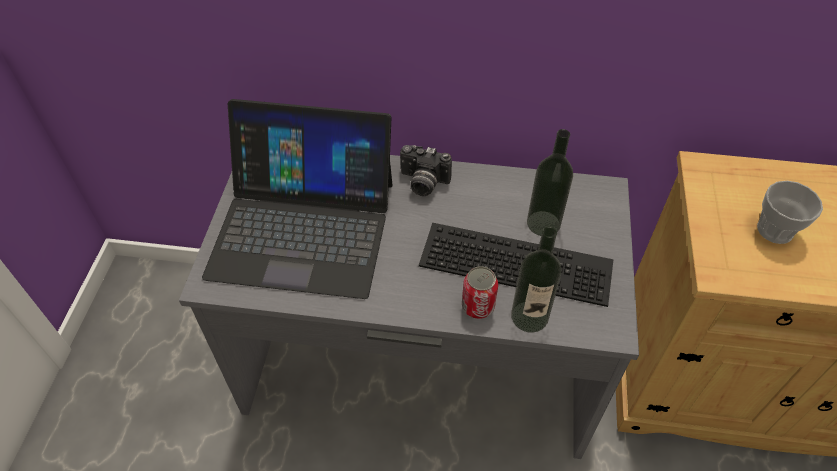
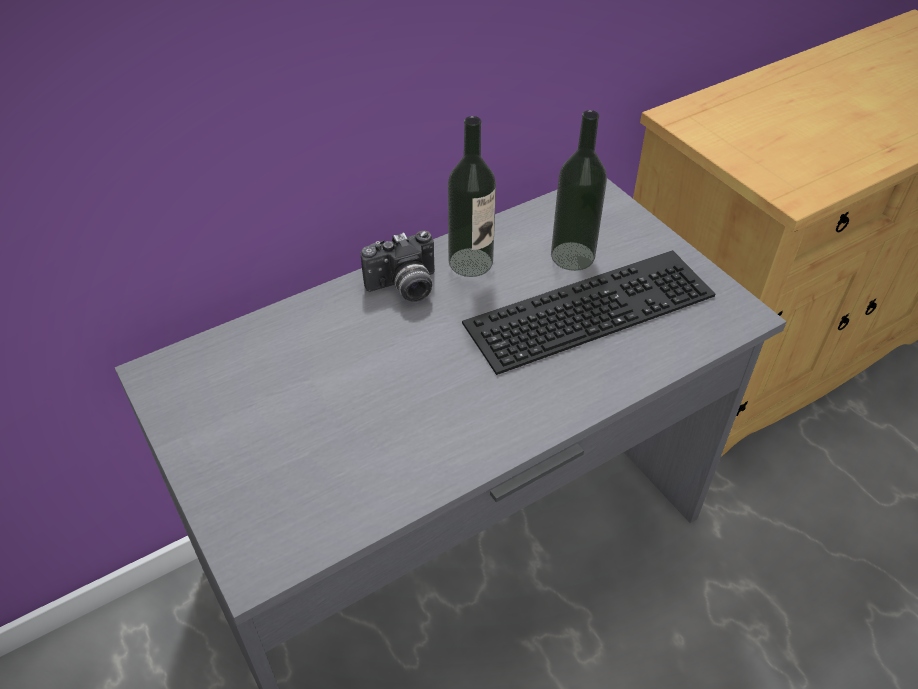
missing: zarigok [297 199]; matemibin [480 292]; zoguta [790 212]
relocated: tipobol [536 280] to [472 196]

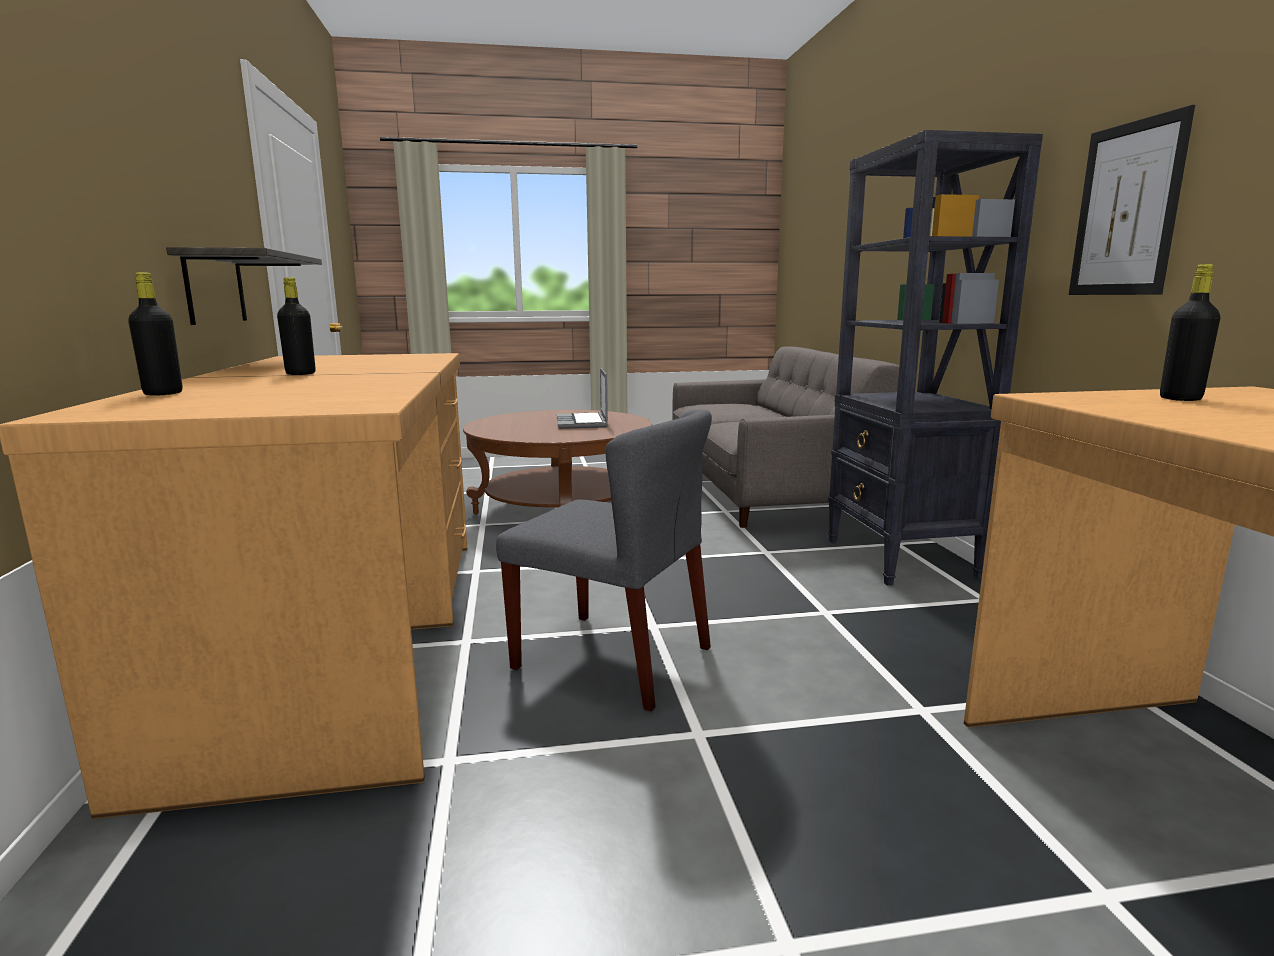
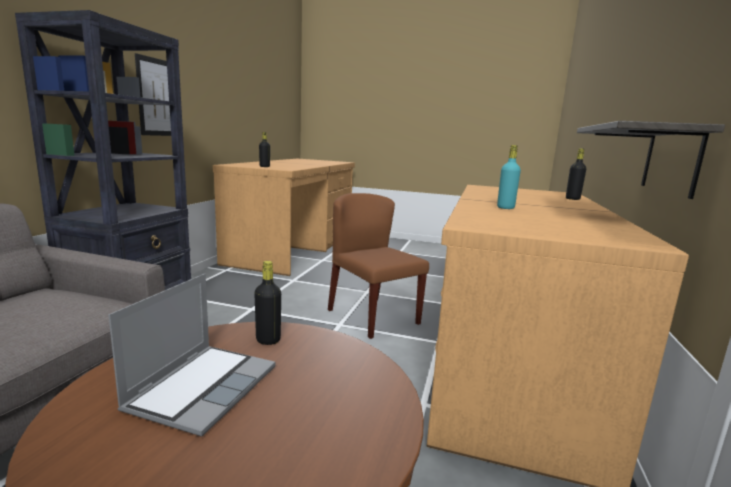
appeared: turquoise_tipobol [509 177]
relocated: black_tipobol [296 326] to [267 303]
colour: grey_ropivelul [604 560] to brown_ropivelul [378 266]

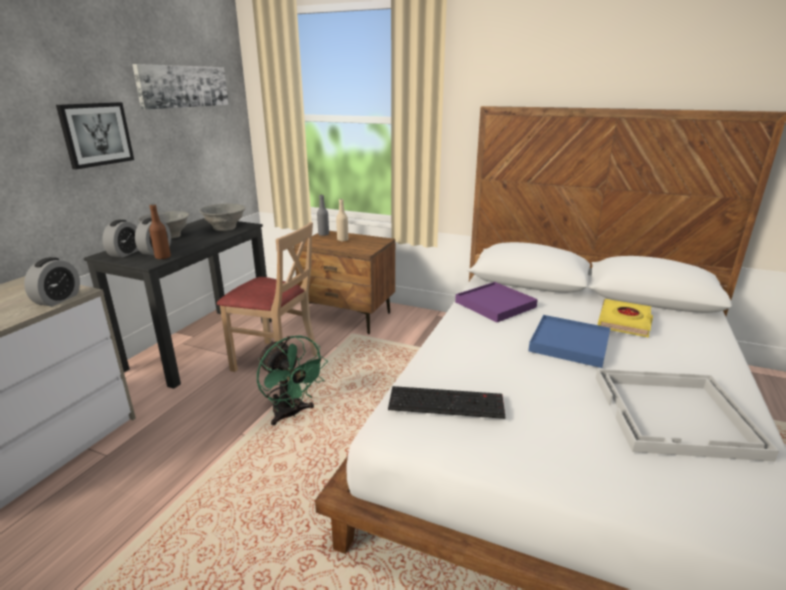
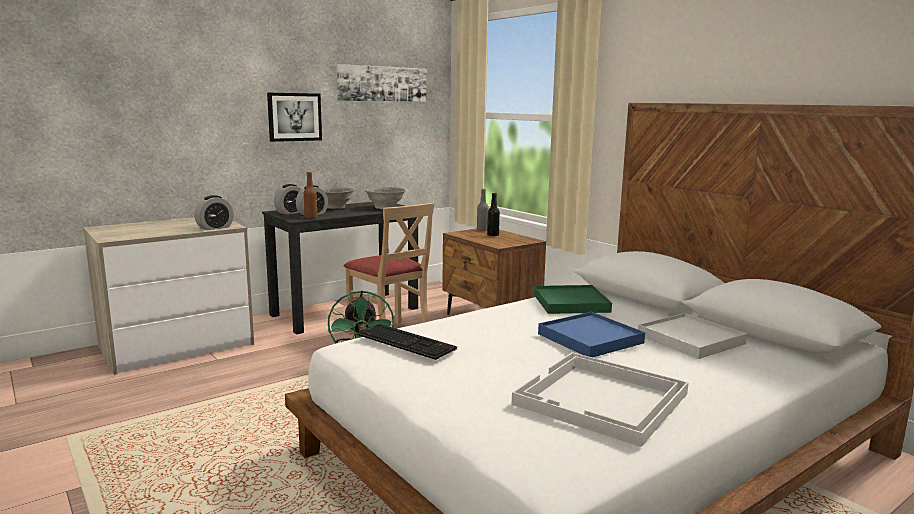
exchanged: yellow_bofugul [625 318] to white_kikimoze [692 336]
colour: beige_tipobol [342 220] to black_tipobol [493 214]; purple_kikimoze [496 302] to green_kikimoze [573 299]

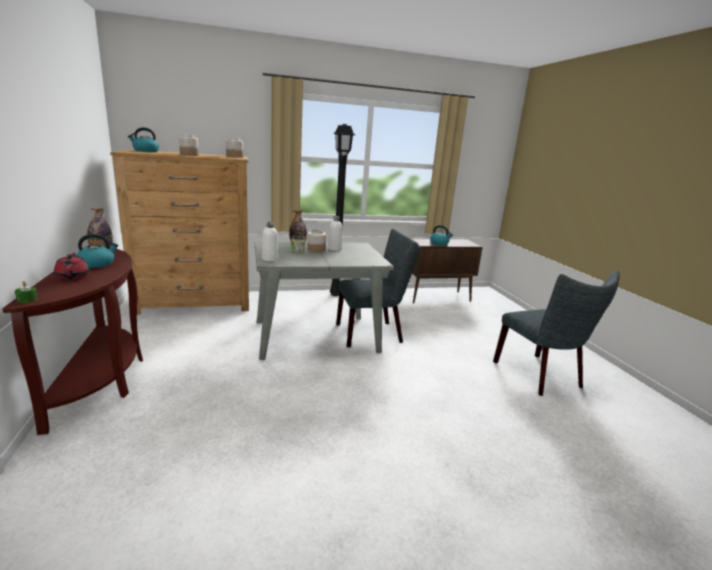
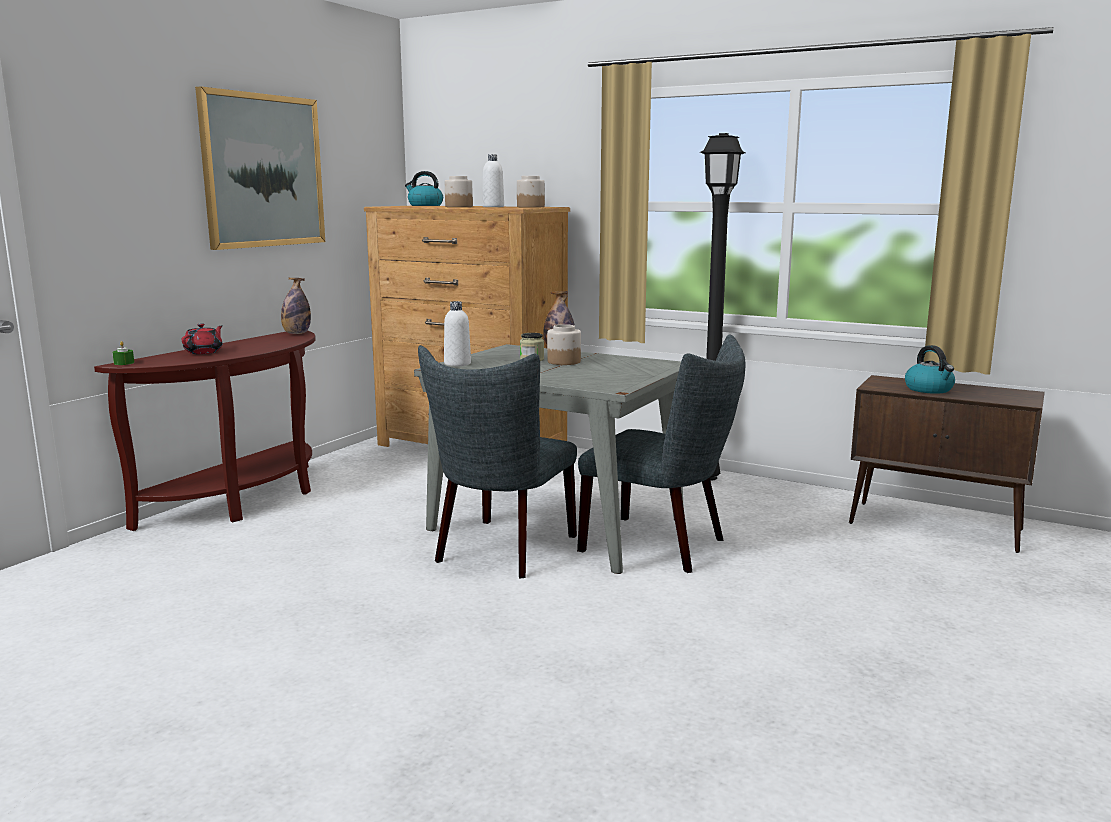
missing: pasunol [97 251]
appeared: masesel [260 168]
relocated: white_tipobol [335 233] to [493 180]; grey_ropivelul [556 333] to [497 461]

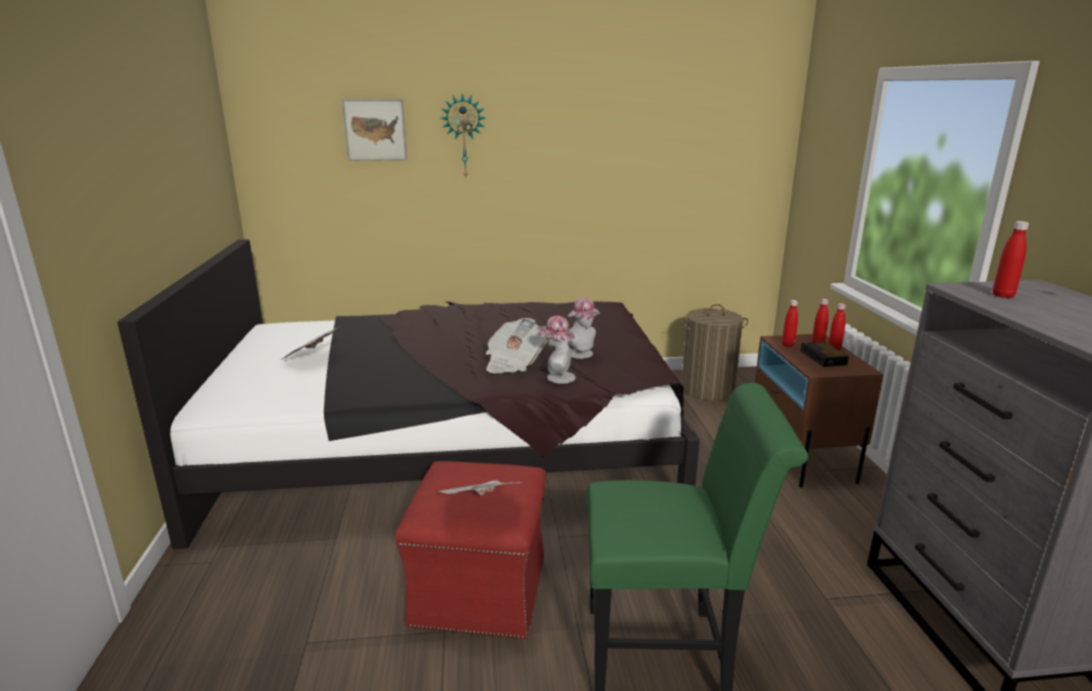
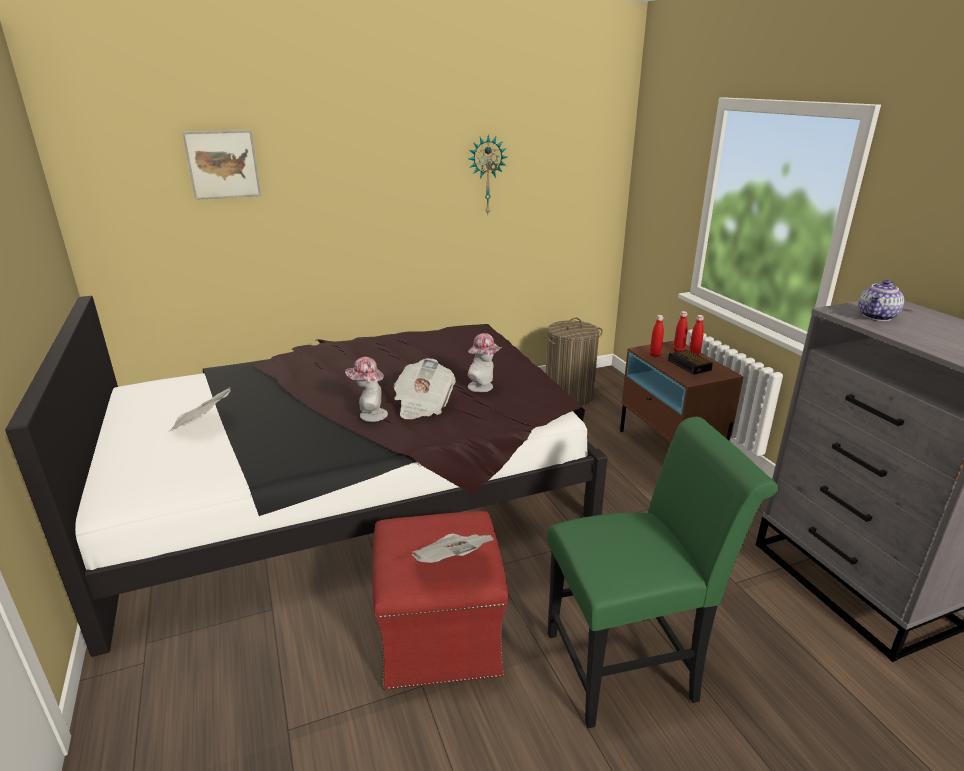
relocated: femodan [463 135] to [487 174]; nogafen [556 350] to [366 389]
exchanged: red_tipobol [1011 259] to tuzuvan [881 300]

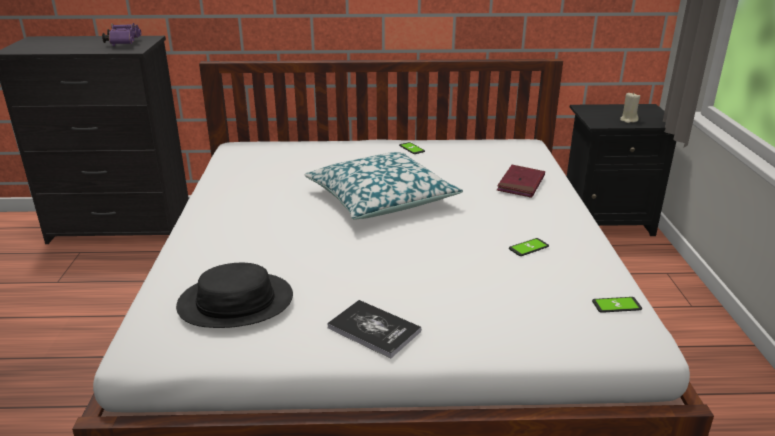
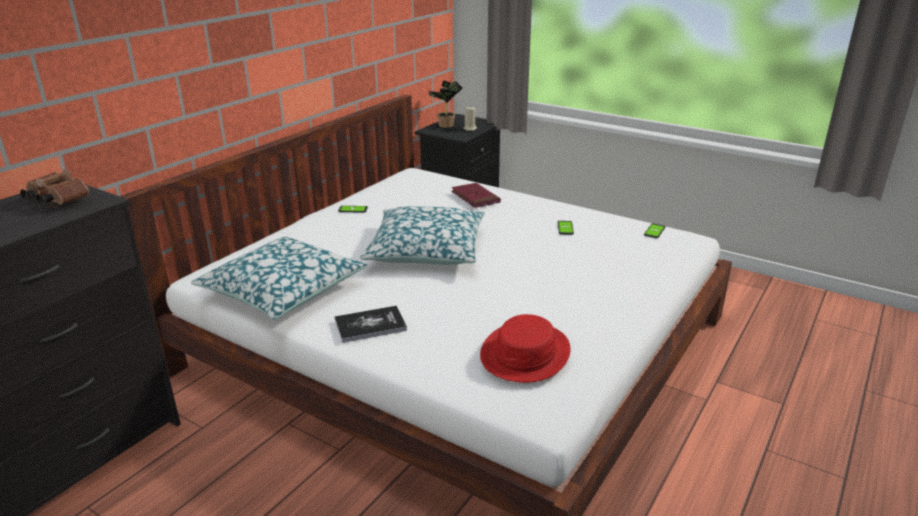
appeared: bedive [279 278]; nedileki [445 104]
relocated: bofugul [374 329] to [371 324]
colour: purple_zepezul [121 34] to brown_zepezul [55 188]; black_nogafen [234 295] to red_nogafen [525 348]

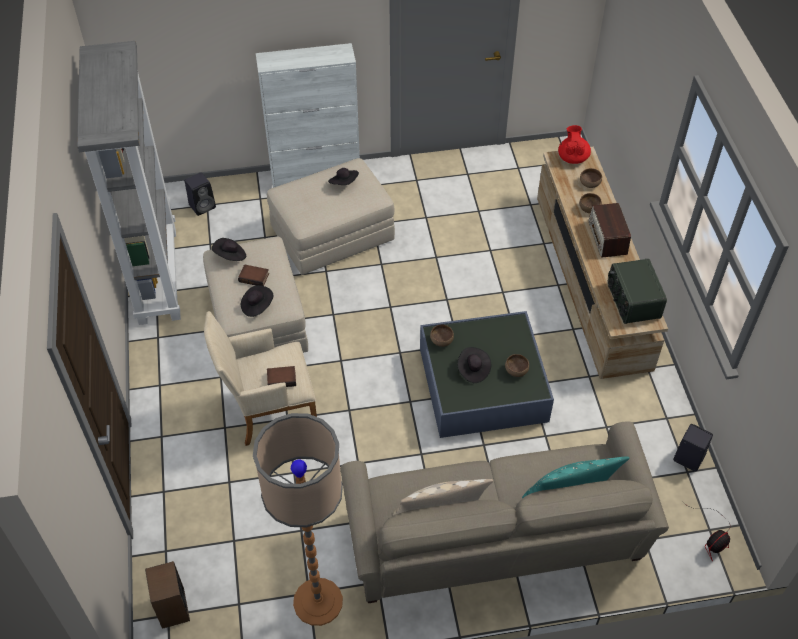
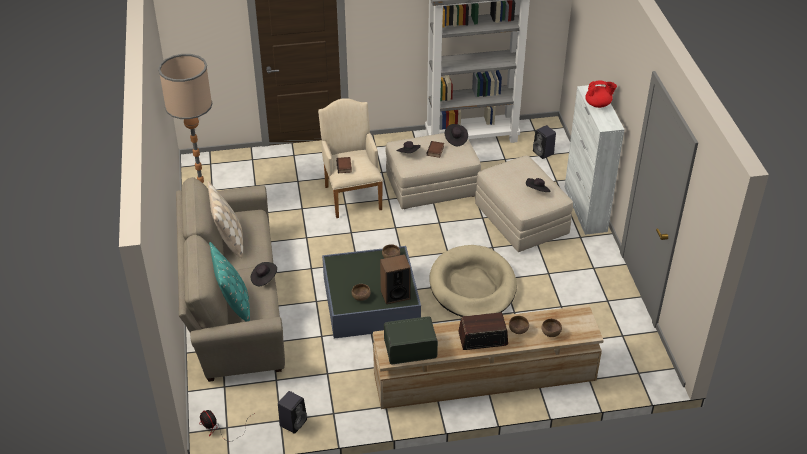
appeared: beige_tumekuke [473 281]
relocated: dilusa [167 595] to [395 279]; black_nogafen [474 365] to [264 274]; red_tuzuvan [574 144] to [601 94]

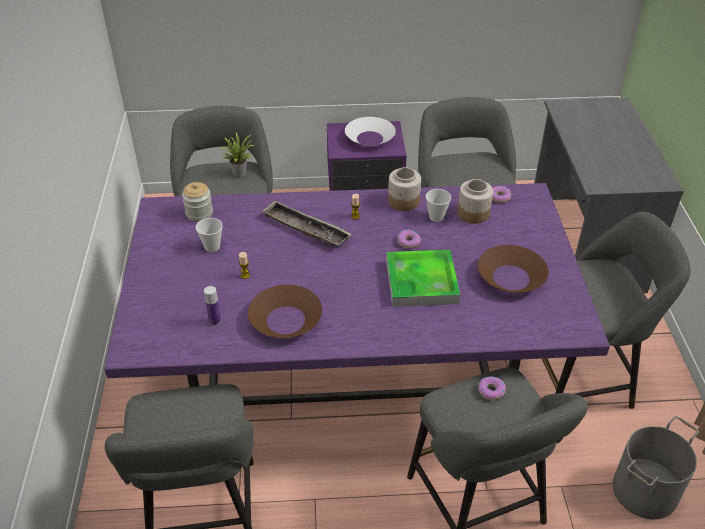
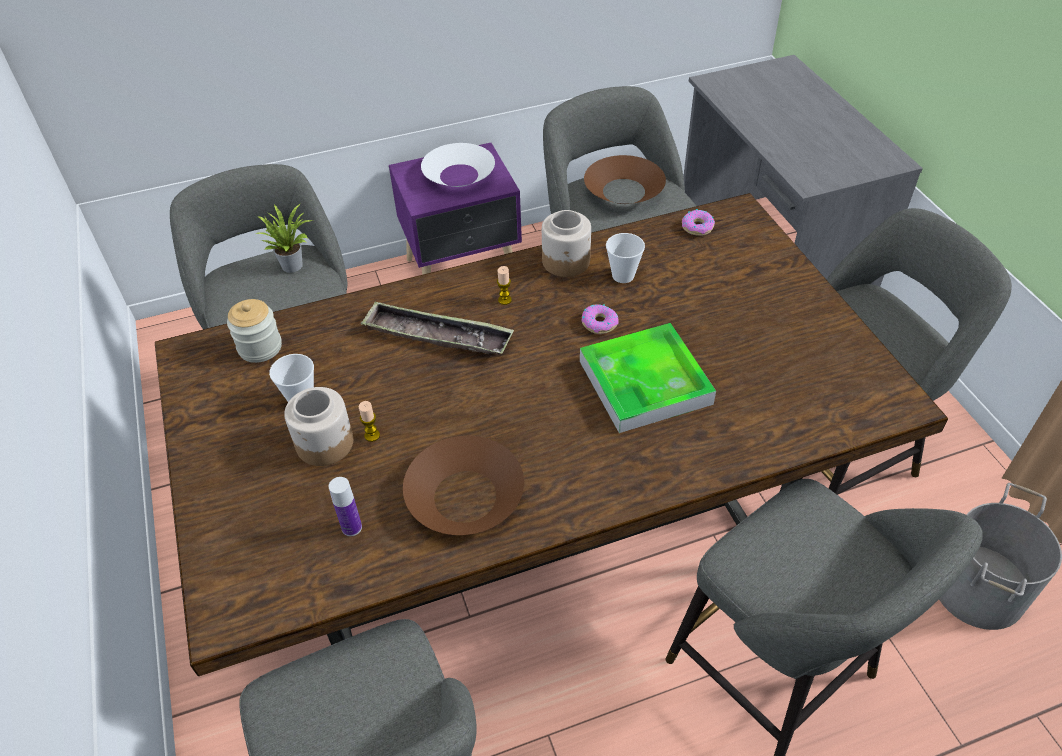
missing: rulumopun [492 388]
relocated: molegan [475 201] to [318 426]; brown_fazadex [513 269] to [625 179]
colour: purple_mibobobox [357 294] to brown_mibobobox [551 434]

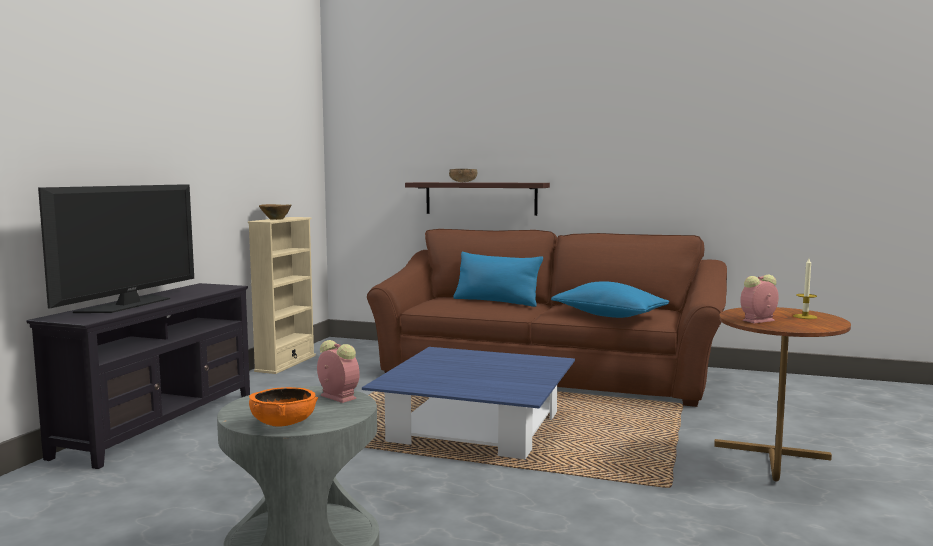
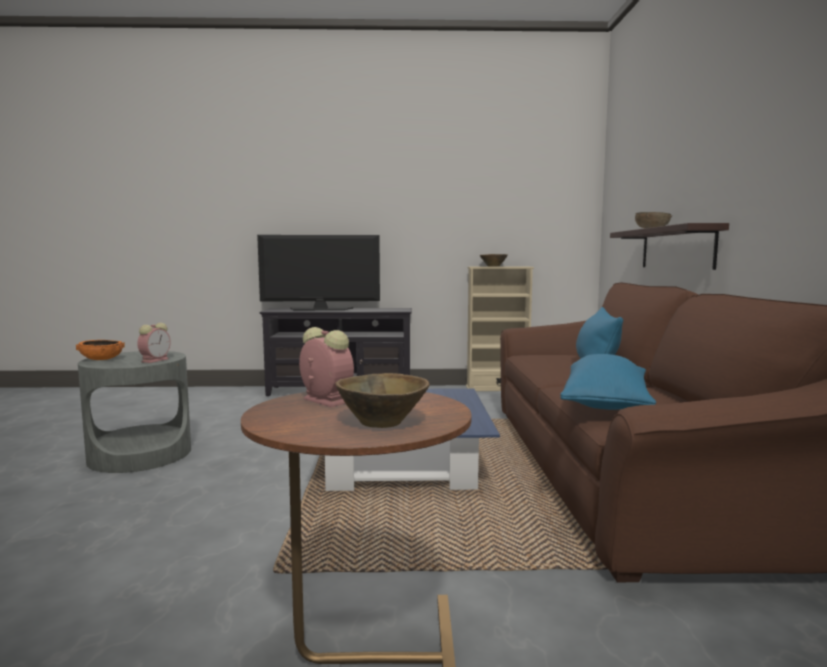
exchanged: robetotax [805 288] to brown_fazadex [382 400]

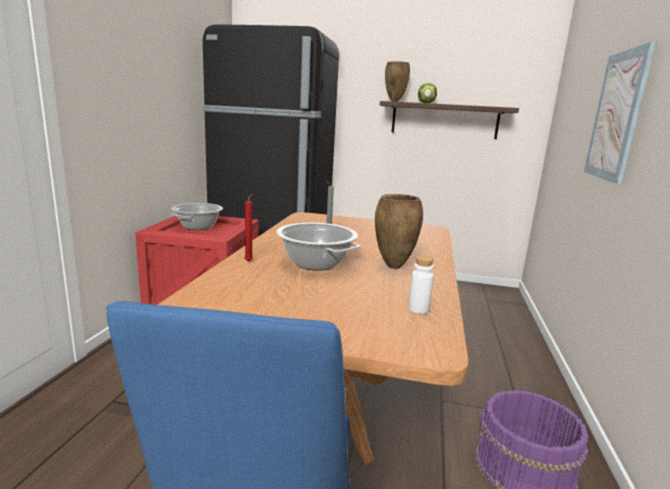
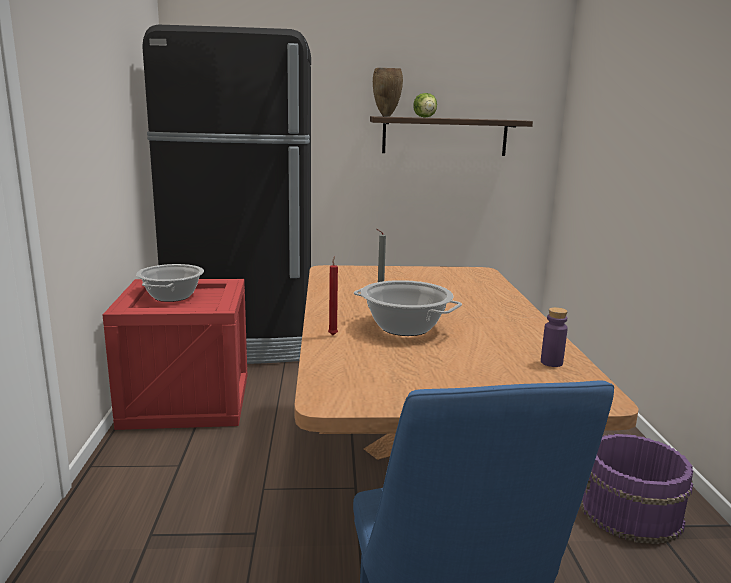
missing: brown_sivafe [399 231]; masesel [620 113]
colour: white_tipobol [421 285] to purple_tipobol [554 337]

